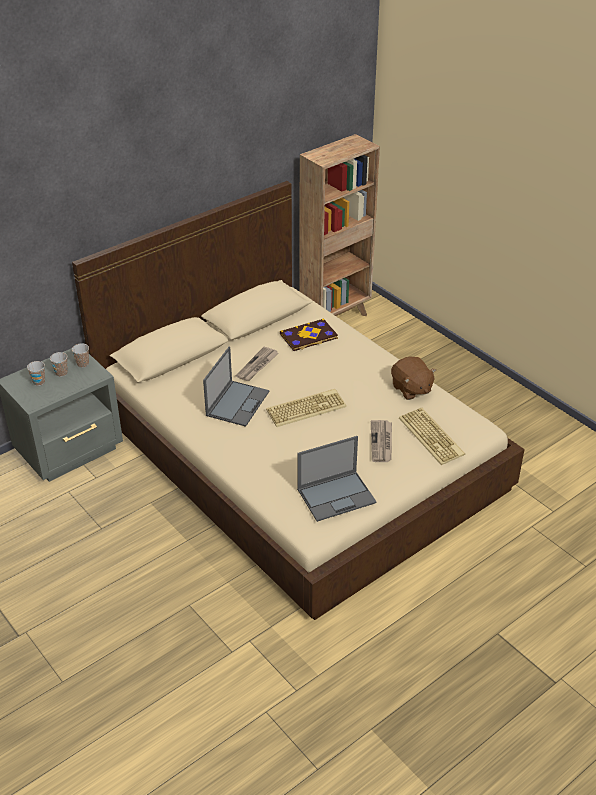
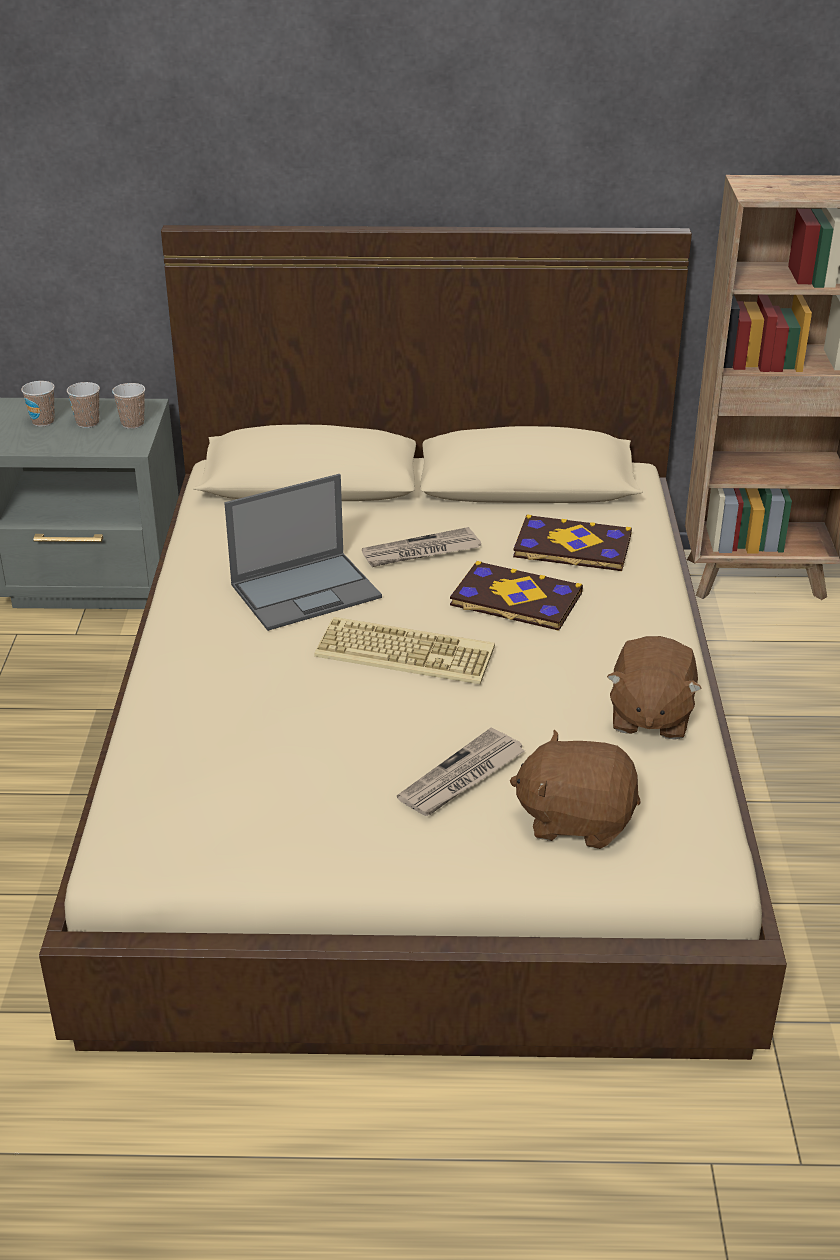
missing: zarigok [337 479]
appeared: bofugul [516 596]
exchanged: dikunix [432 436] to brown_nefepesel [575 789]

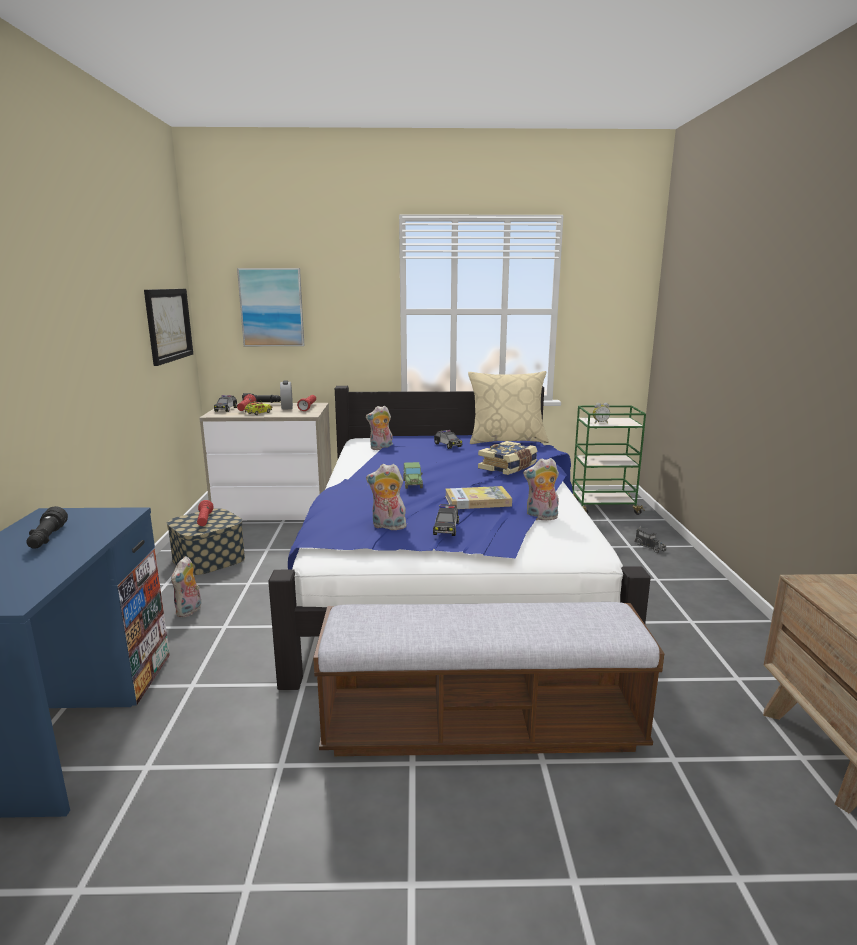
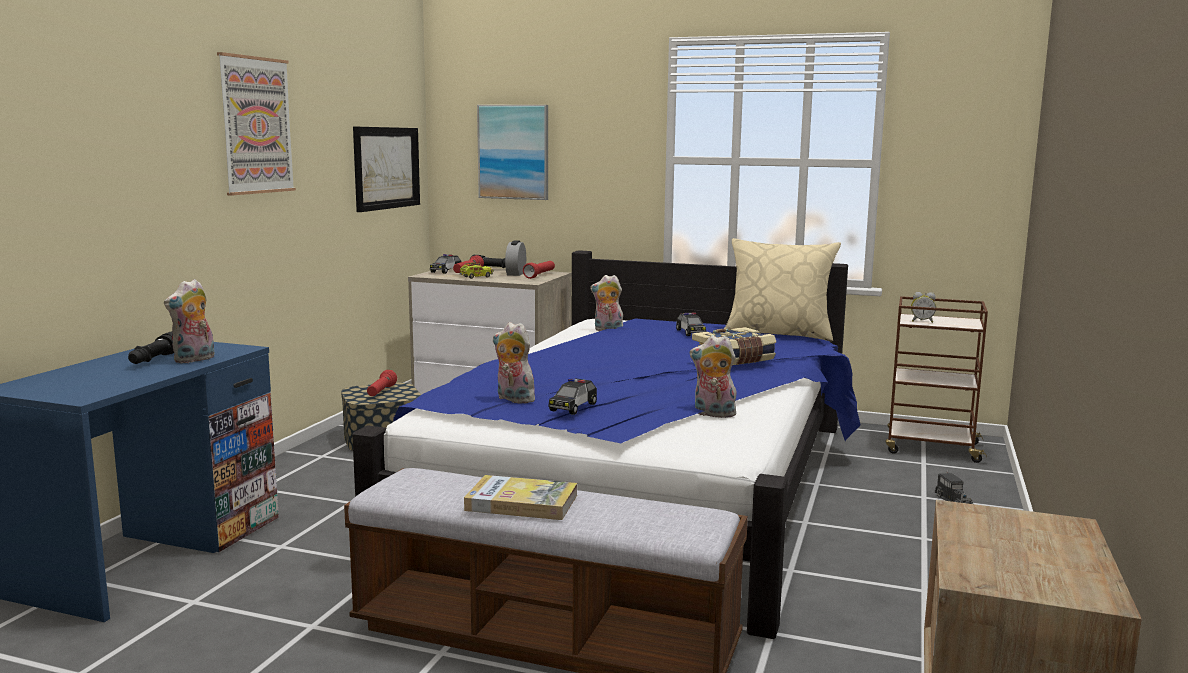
missing: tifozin [413 475]
appeared: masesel [256 123]
relocated: nefepesel [186 586] to [189 321]; bofugul [478 497] to [520 497]
colour: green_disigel [609 460] to brown_disigel [936 379]

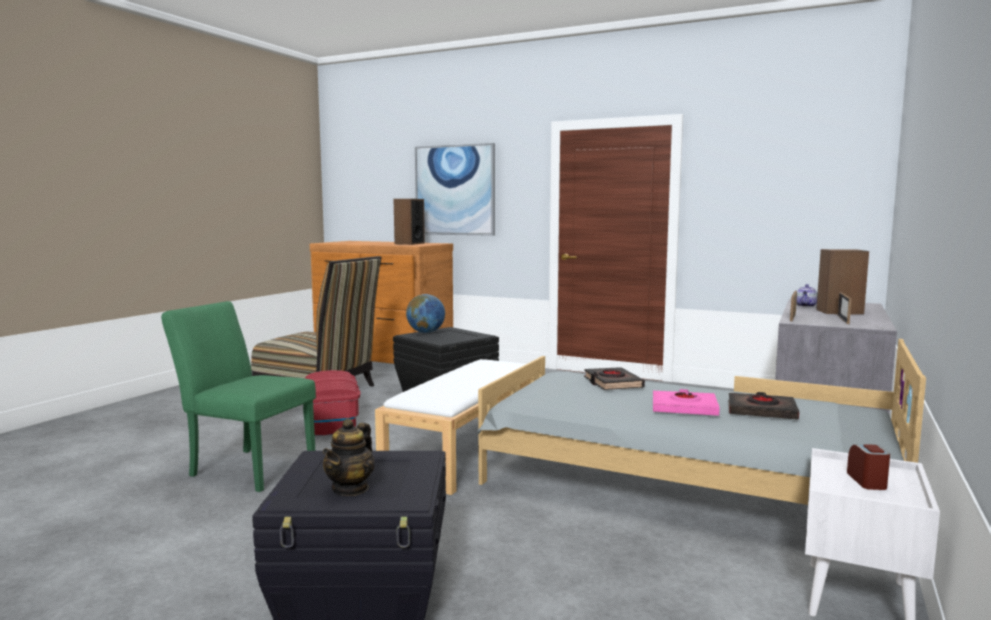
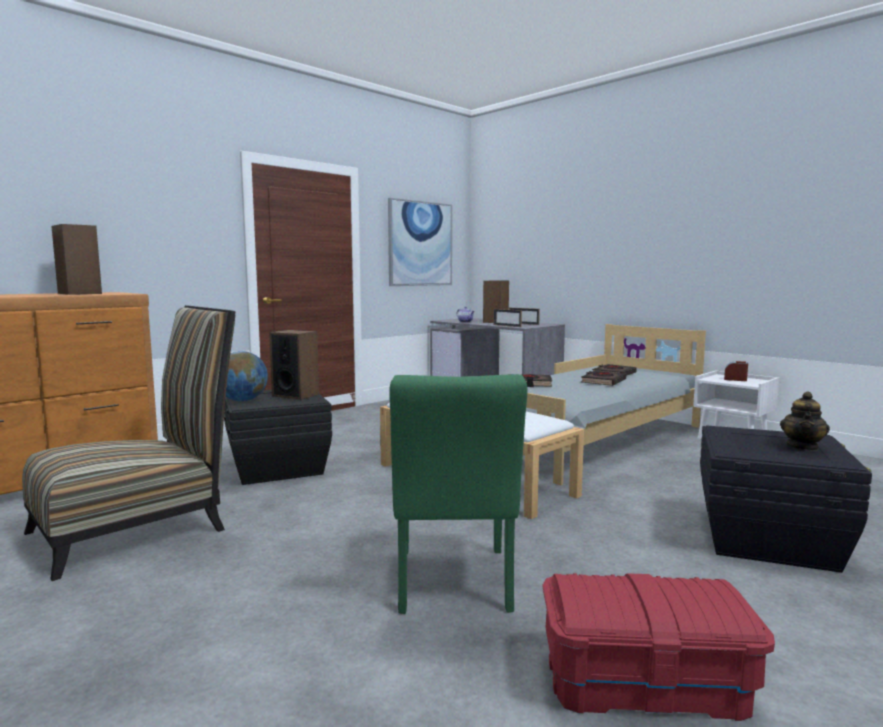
appeared: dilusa [294 365]
relocated: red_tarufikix [333 403] to [658 647]; masesel [455 189] to [420 242]
colour: pink_bofugul [686 402] to black_bofugul [603 378]
spun: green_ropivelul [238 396] = [458 494] 45 degrees counterclockwise; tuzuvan [349 457] = [805 421] 75 degrees clockwise

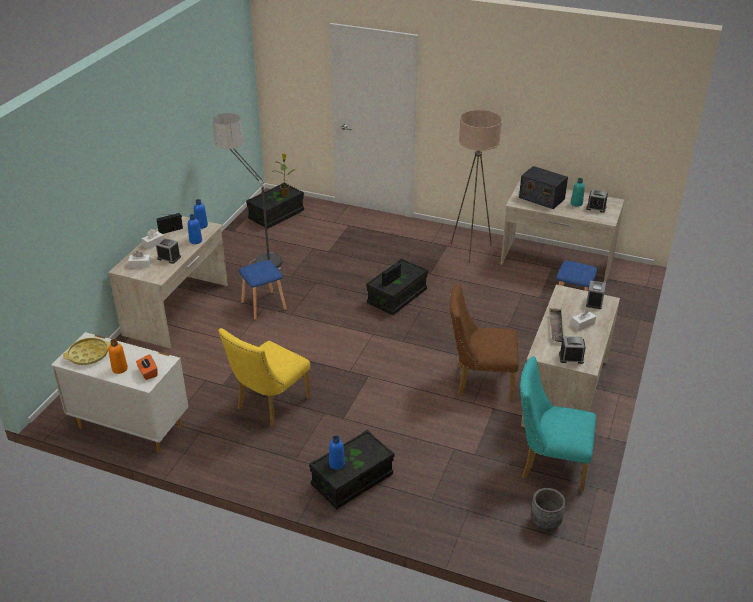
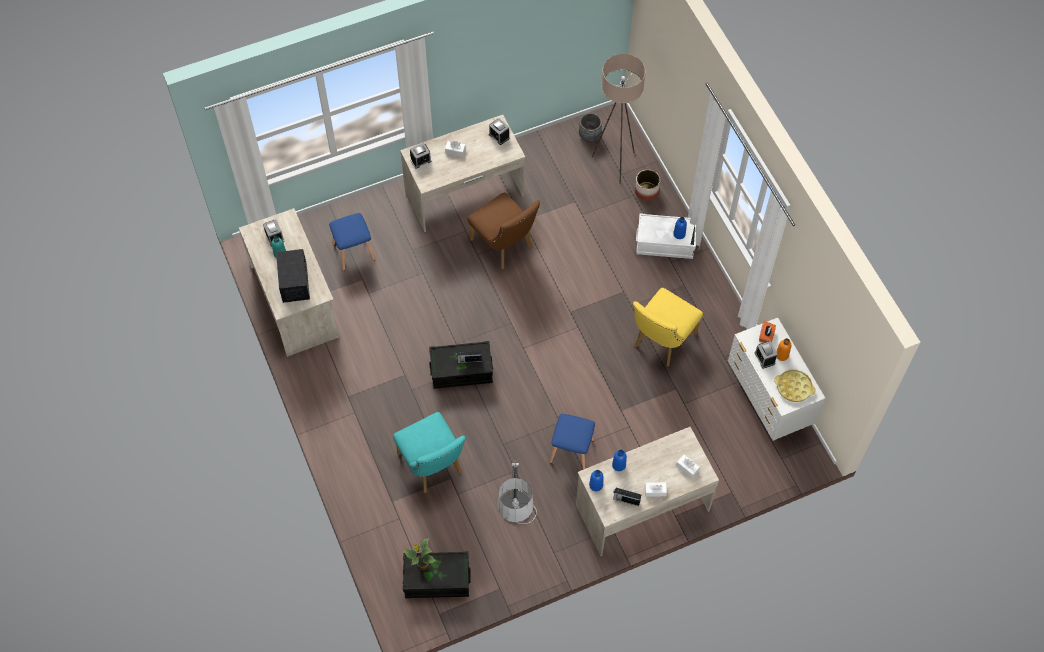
missing: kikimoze [557 325]
appeared: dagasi [647 185]
relocated: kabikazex [168 251] to [766 355]; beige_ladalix [476 186] to [619 119]; turquoise_ropivelul [558 424] to [429 452]
colour: black_tarufikix [351 469] to white_tarufikix [666 236]
spun: yellow_ropivelul [264 377] = [668 327] 135 degrees clockwise

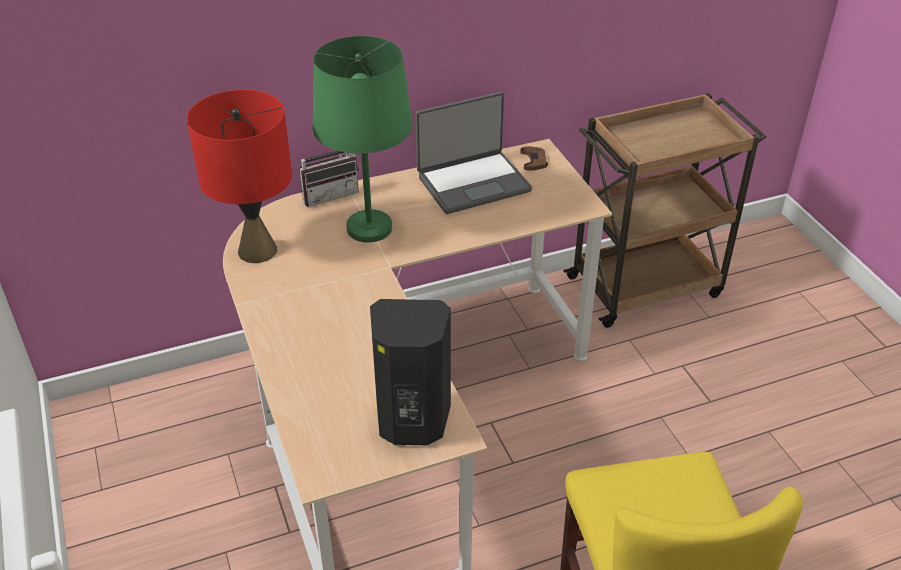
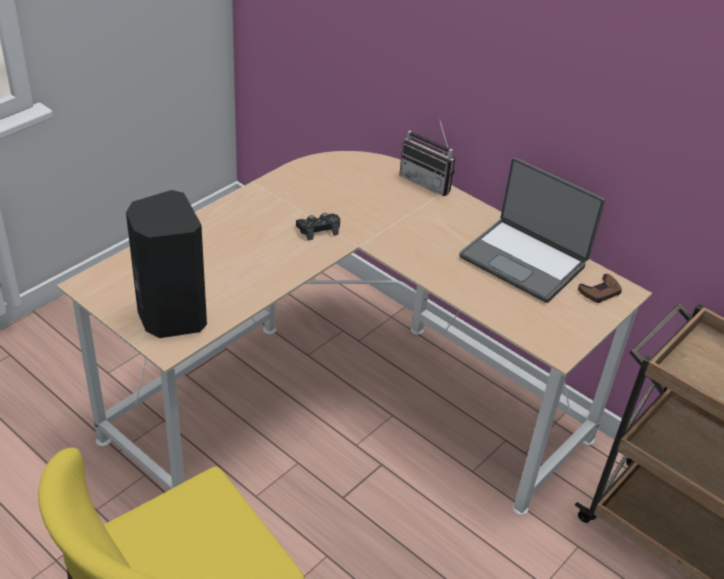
missing: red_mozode [239 176]; green_mozode [362 139]
appeared: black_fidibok [318 226]

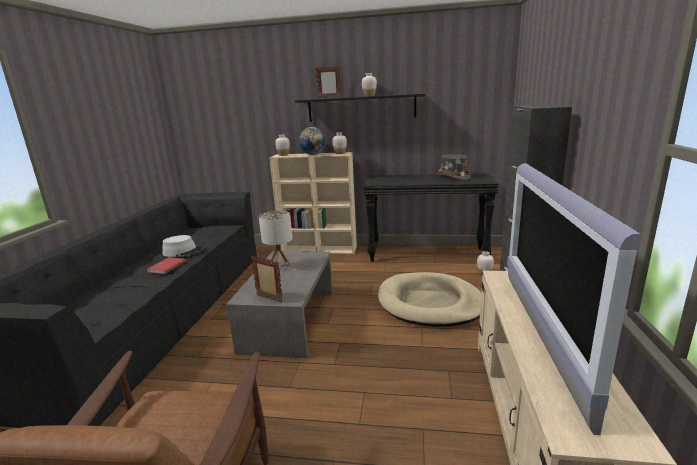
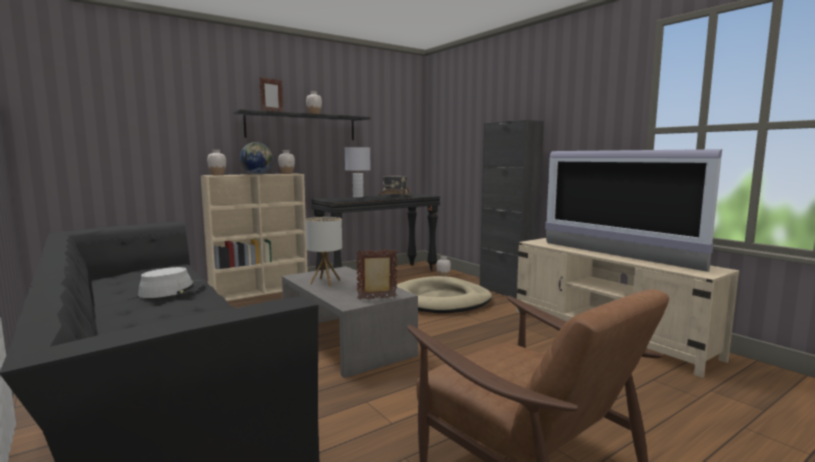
missing: red_bofugul [166 265]
appeared: grey_mozode [358 172]

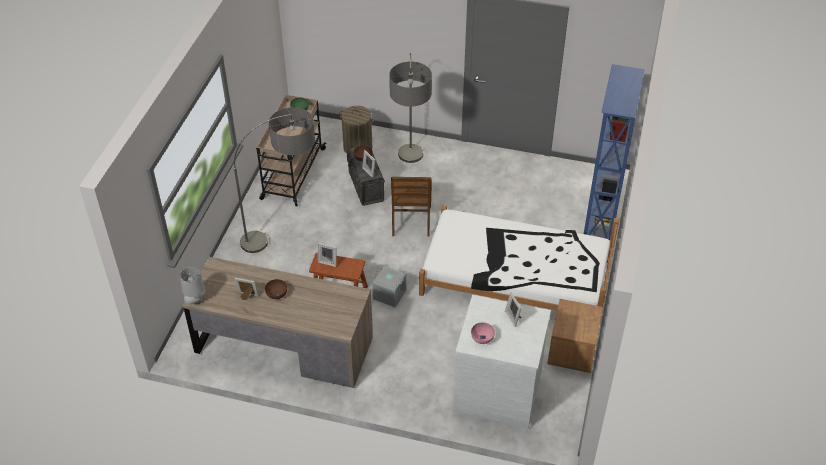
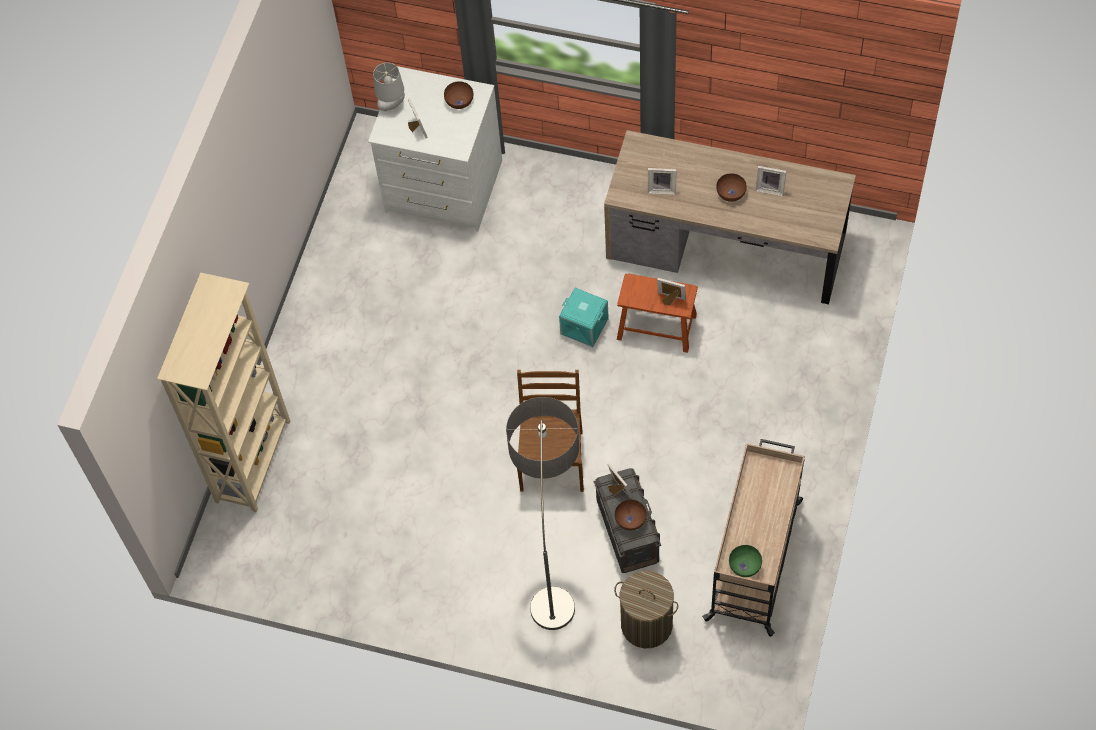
missing: ladalix [274 180]; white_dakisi [519 258]; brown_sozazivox [575 336]
appeared: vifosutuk [662 181]
relocated: grey_mozode [193 286] to [389 87]
colour: grey_tarufikix [389 286] to turquoise_tarufikix [584 317]; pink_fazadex [483 333] to brown_fazadex [458 95]; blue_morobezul [614 152] to beige_morobezul [223 392]

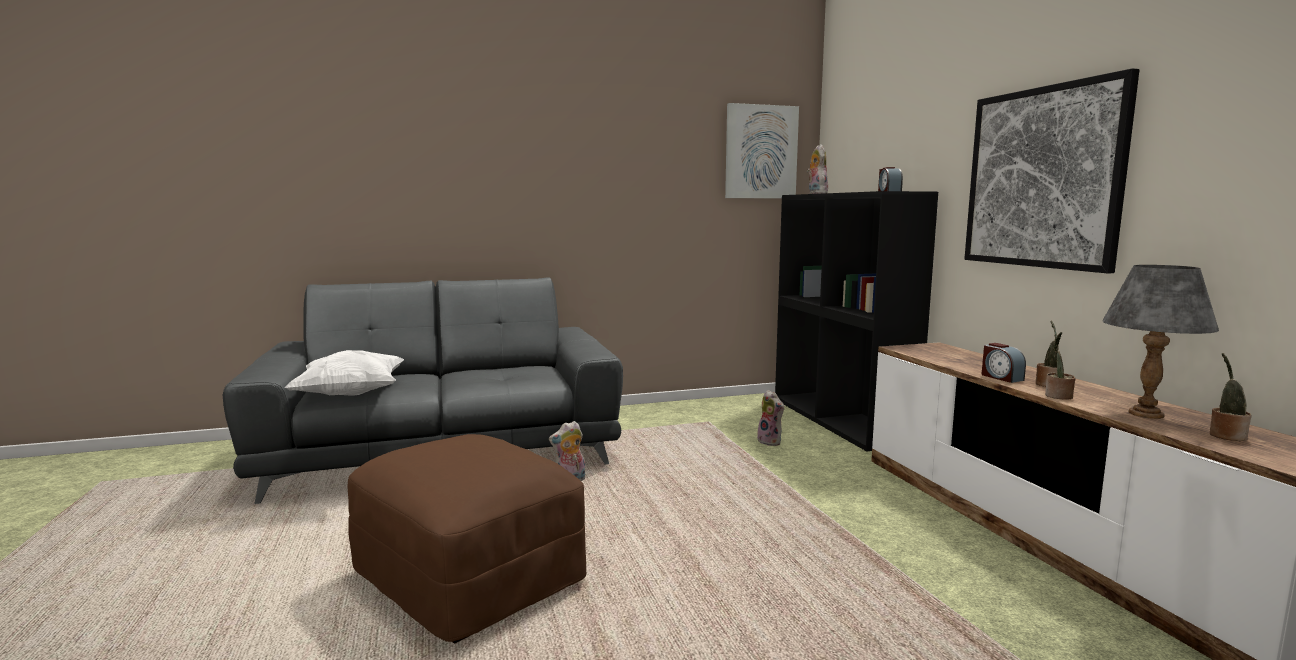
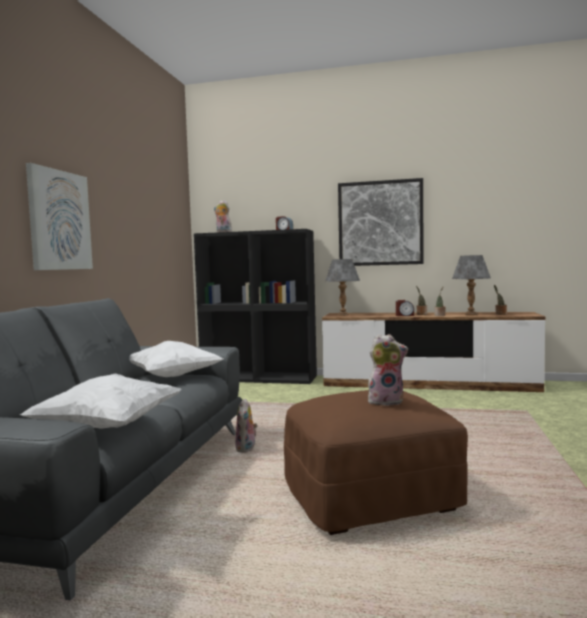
appeared: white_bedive [176 359]; grey_mozode [342 287]
relocated: masesel [762 150] to [59 216]; nefepesel [770 418] to [388 370]

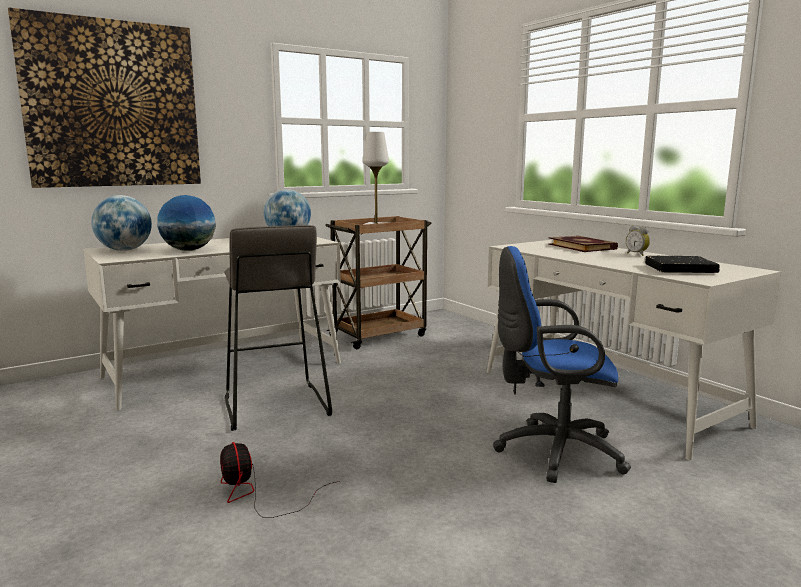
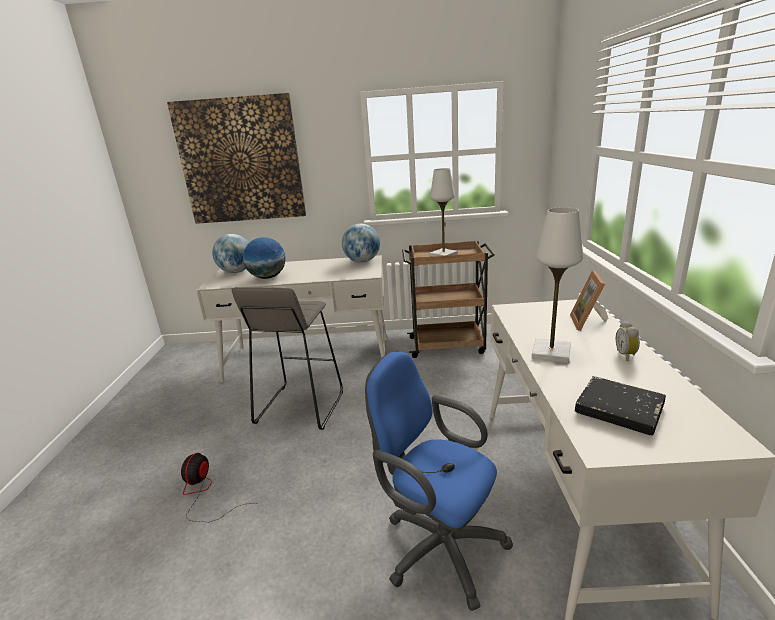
appeared: white_mozode [557 285]
exchanged: bofugul [583 244] to vifosutuk [589 301]

